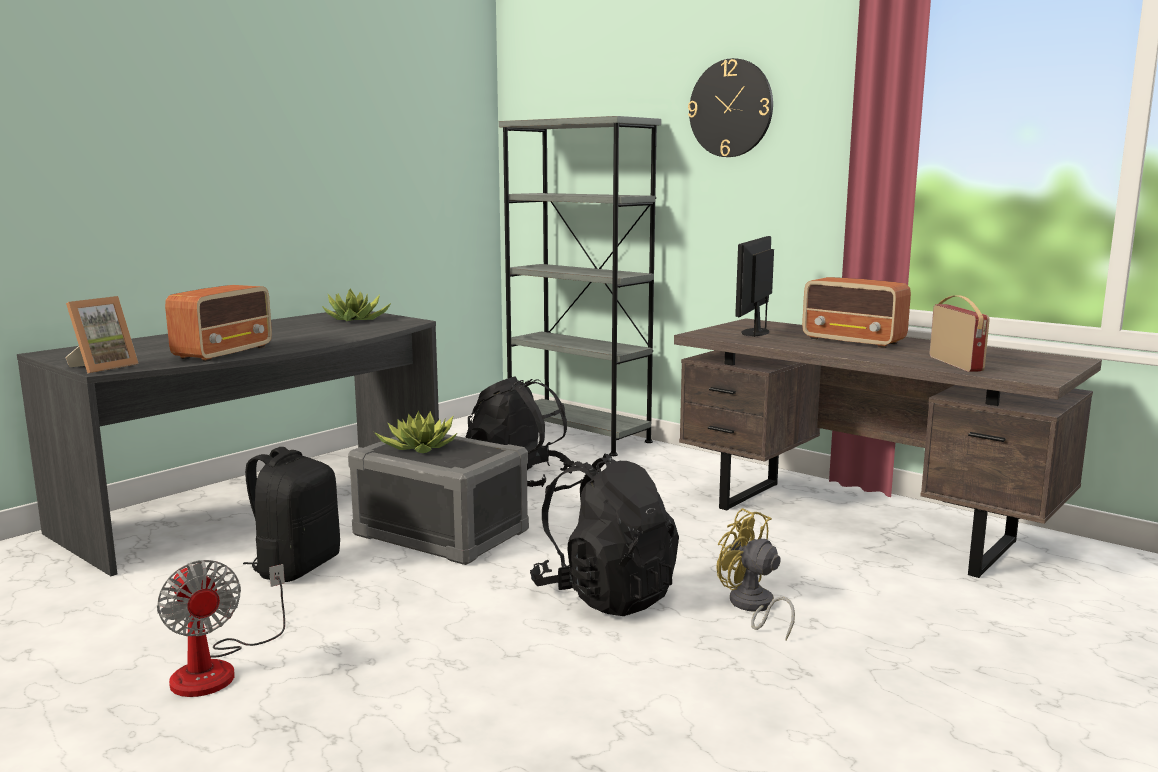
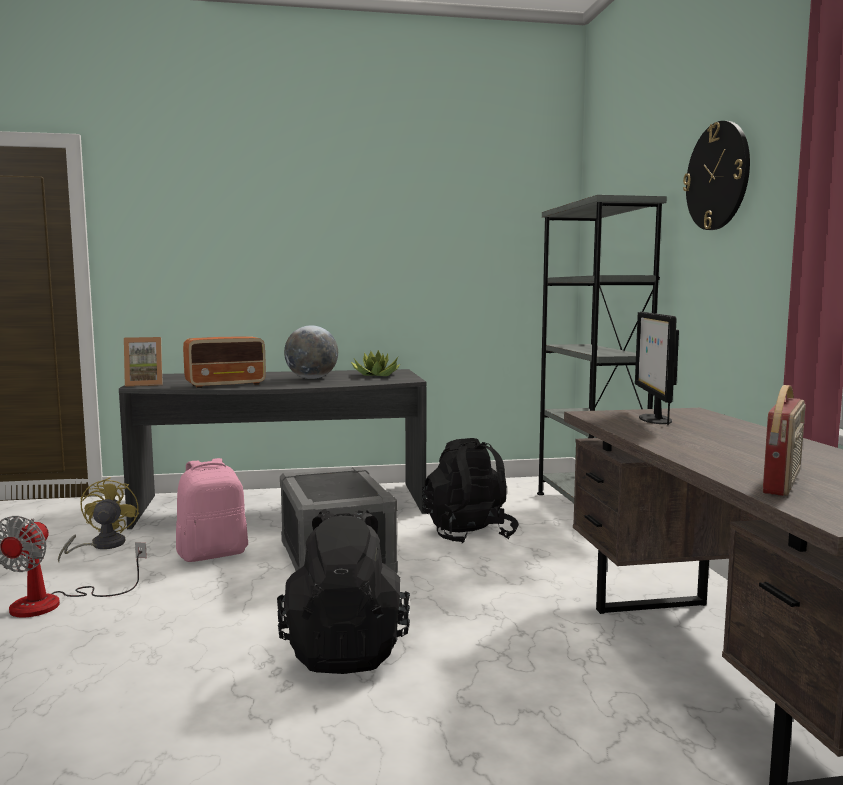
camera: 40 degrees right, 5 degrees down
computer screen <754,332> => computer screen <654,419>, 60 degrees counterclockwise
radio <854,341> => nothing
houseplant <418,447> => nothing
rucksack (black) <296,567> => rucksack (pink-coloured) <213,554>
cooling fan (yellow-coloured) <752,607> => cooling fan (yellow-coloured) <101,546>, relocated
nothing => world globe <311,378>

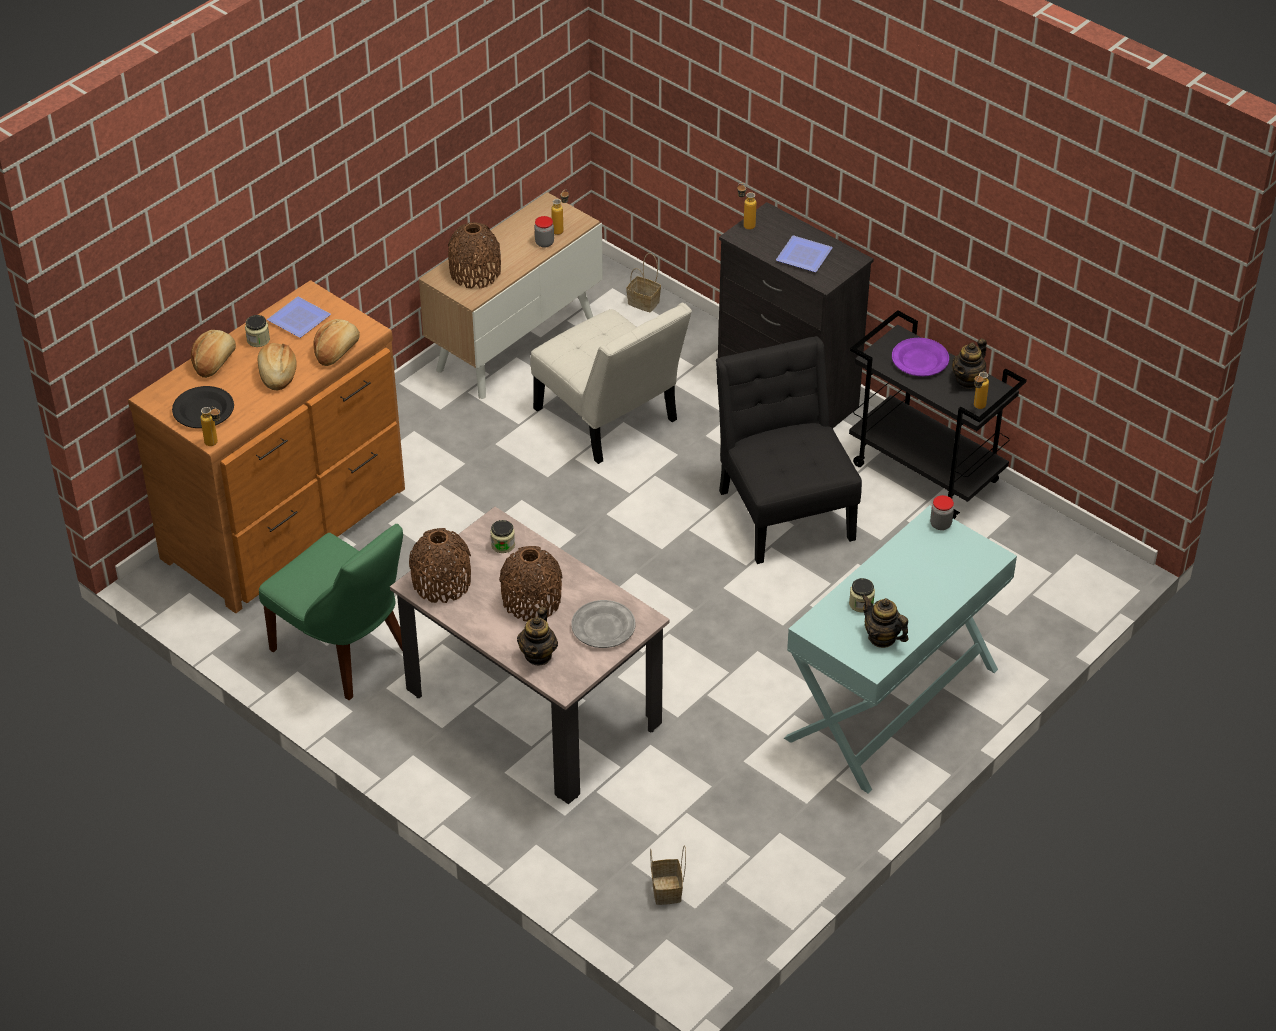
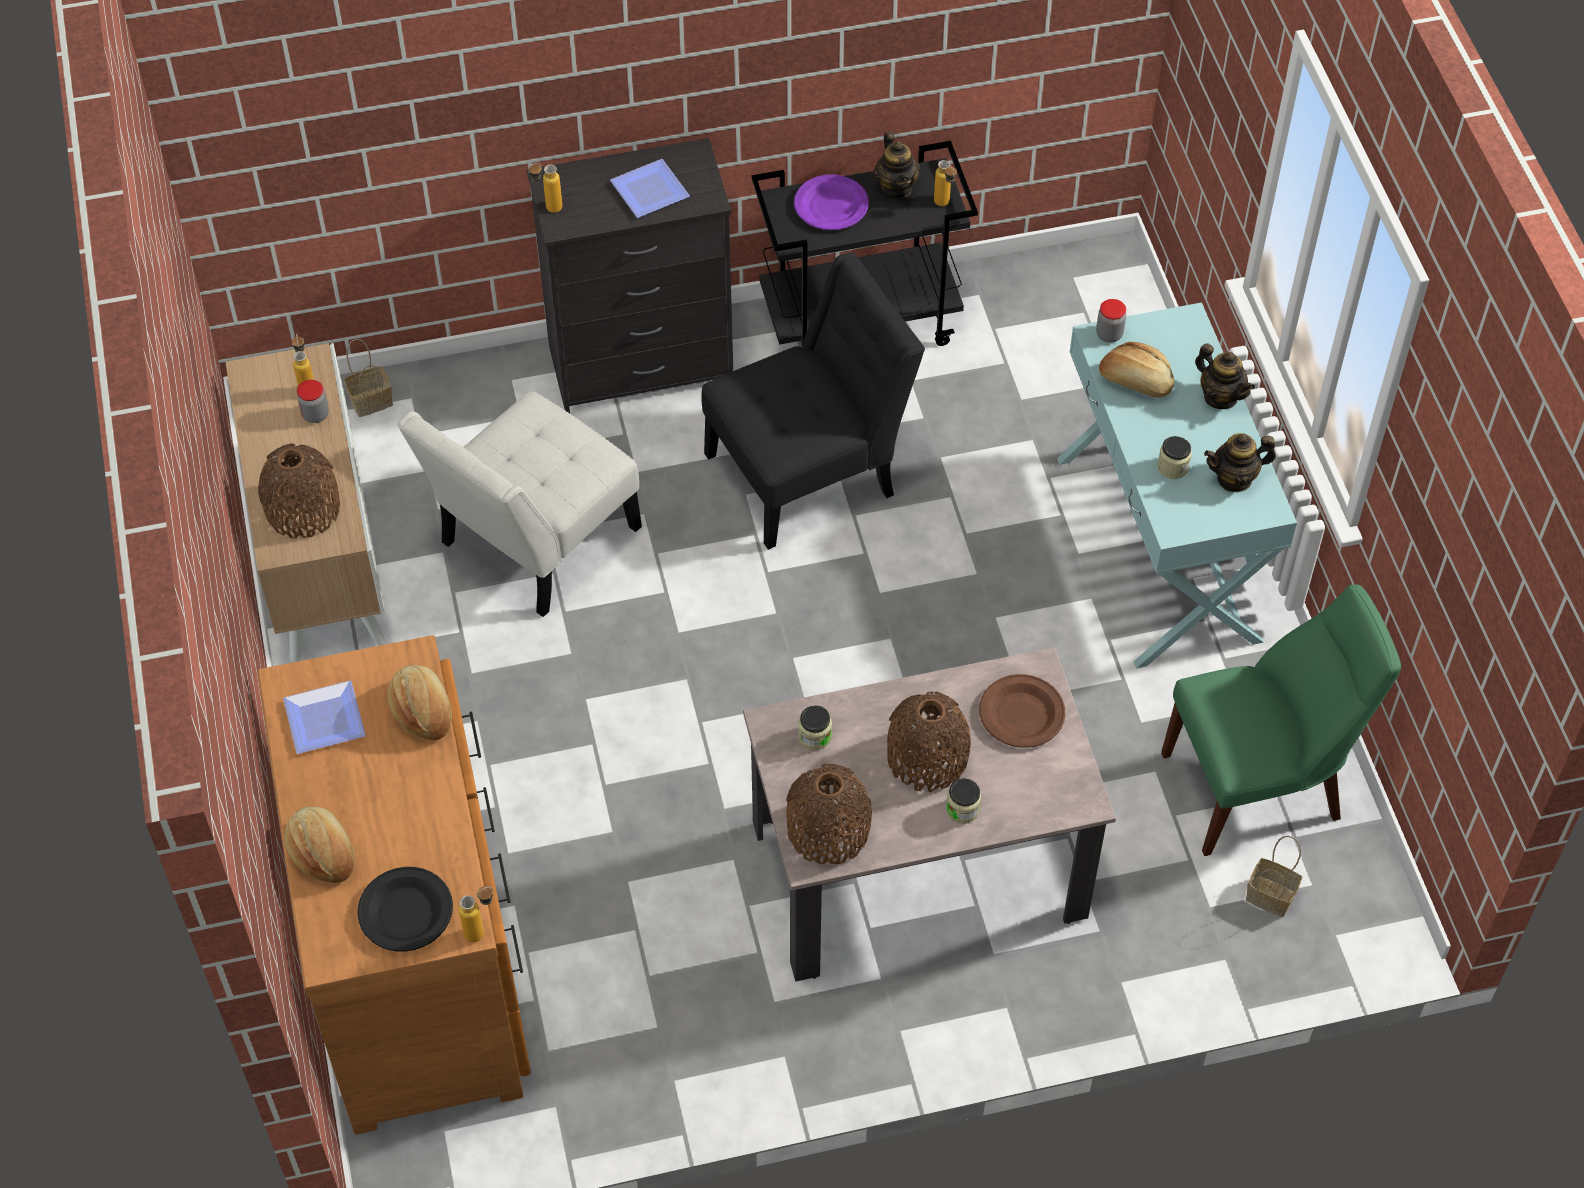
camera: 55 degrees left, 10 degrees up
chair (white) <610,420> => chair (white) <532,542>, 135 degrees clockwise
preserve jar <258,340> => preserve jar <962,809>, relocated
chair (black) <784,509> => chair (black) <809,471>, 135 degrees clockwise
bakery bread <277,374> => bakery bread <1135,381>, relocated
chair (green) <345,653> => chair (green) <1259,785>, relocated
dinner plate (greyish) <603,627> => dinner plate (brownish) <1022,714>
tea pot <538,655> => tea pot <1220,397>, relocated

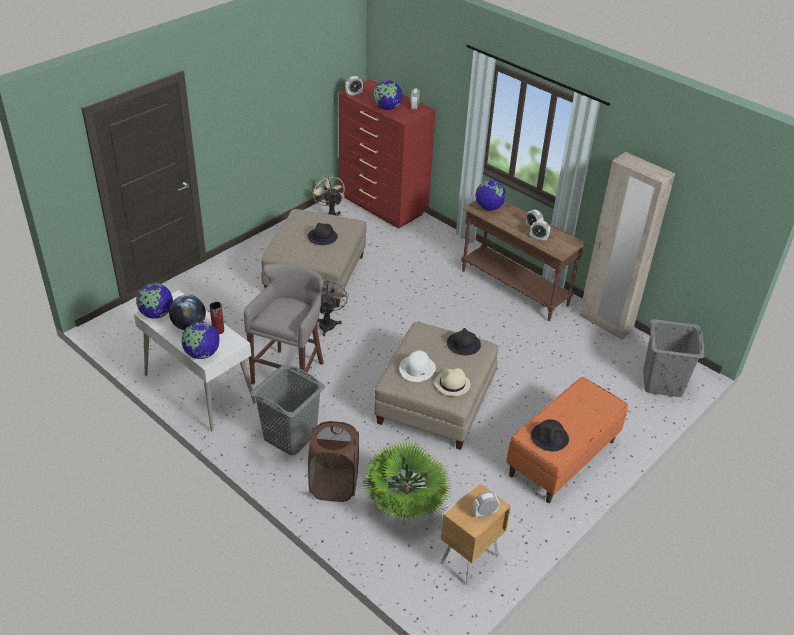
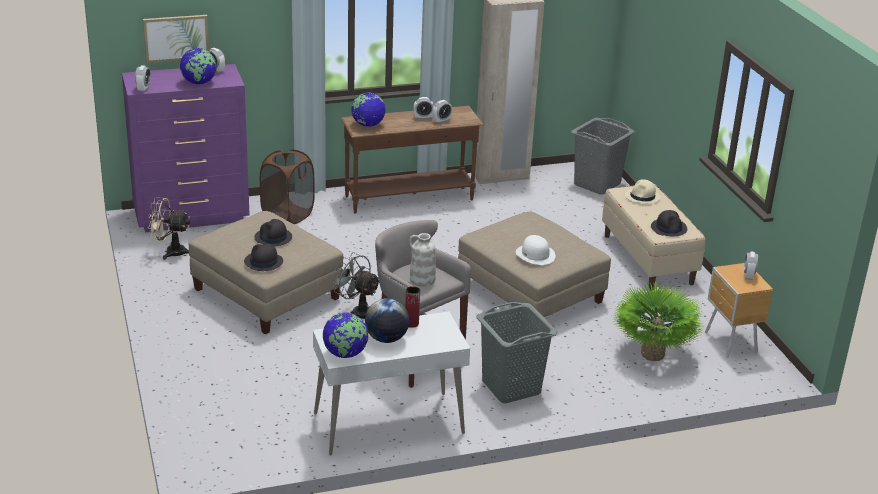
camera: 60 degrees left, 10 degrees down
chest of drawers (red-coloured) <383,206> => chest of drawers (purplish) <192,216>
world globe <202,354> => nothing
clothing hat (black) <463,344> => clothing hat (black) <263,262>, relocated
clothing hat (beige-coloured) <452,384> => clothing hat (beige-coloured) <642,197>, relocated
indoor bench (orange) <562,458> => indoor bench (beige-coloured) <648,259>
hamper (brownish) <334,485> => hamper (brownish) <287,215>, relocated
nothing => wall art <176,38>
nothing => flower vase (white) <422,280>

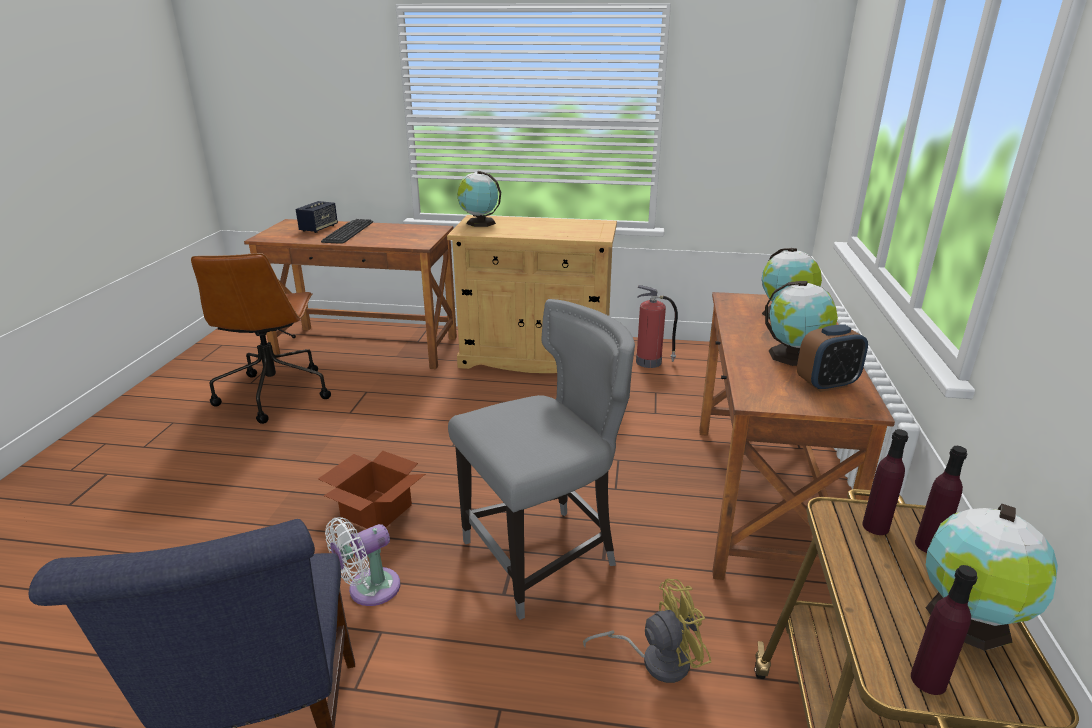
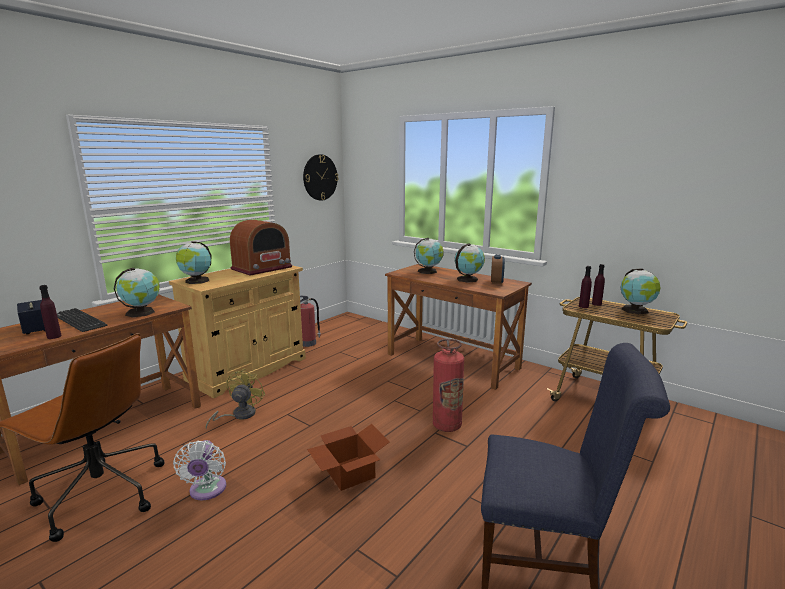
camera: 60 degrees left, 10 degrees down
chair (greyish) <543,556> => fire extinguisher <447,425>
cooling fan (white) <369,590> => cooling fan (white) <207,491>, relocated
drink bottle (purplish) <928,680> => drink bottle (purplish) <54,336>, relocated
cooling fan (yellow-coloured) <656,660> => cooling fan (yellow-coloured) <239,415>, relocated
nothing => hanging clock <320,177>
nothing => radio <262,268>
nothing => world globe <142,312>

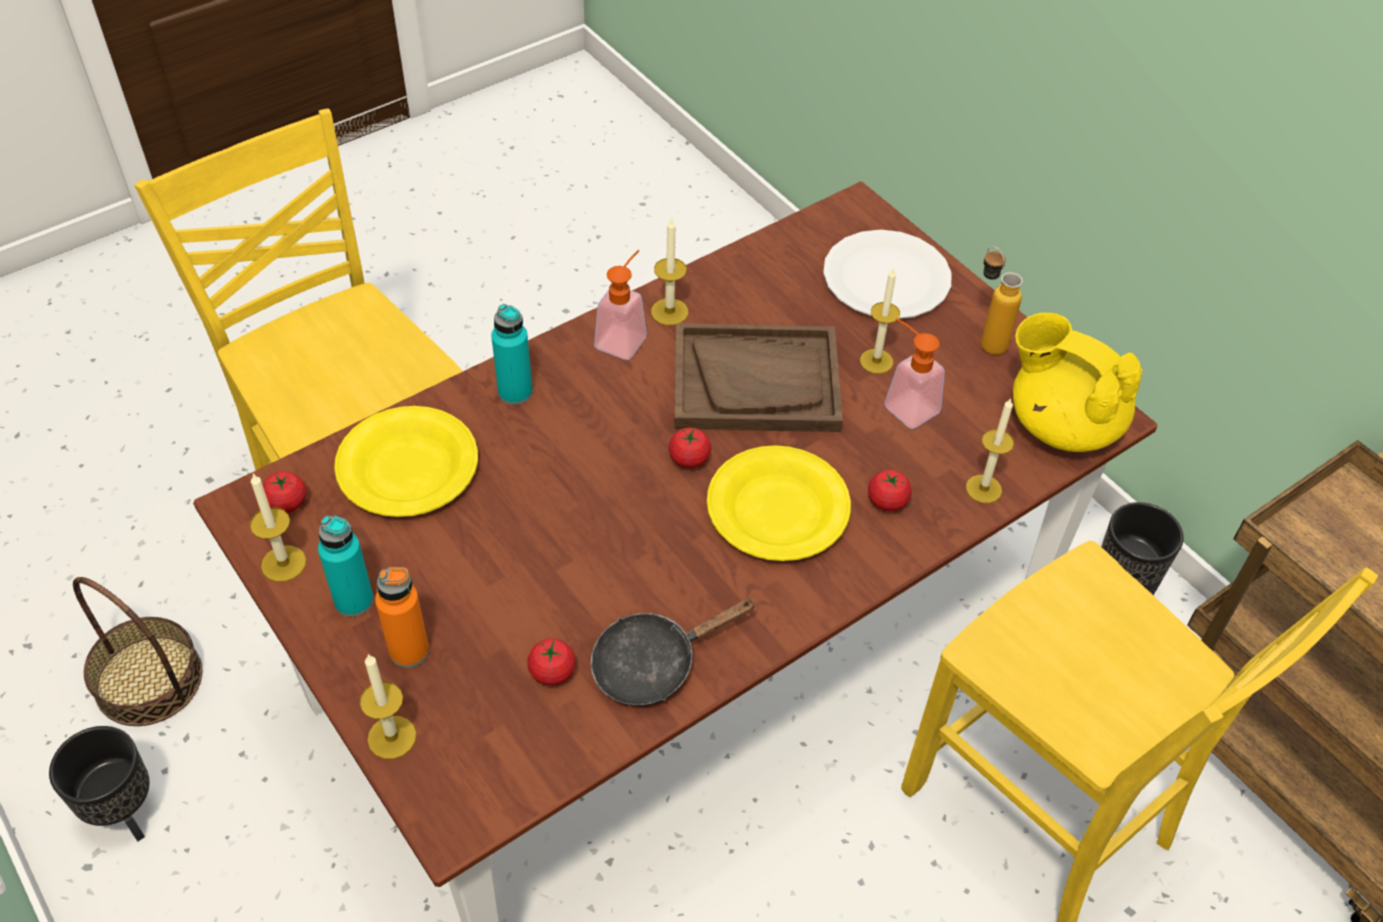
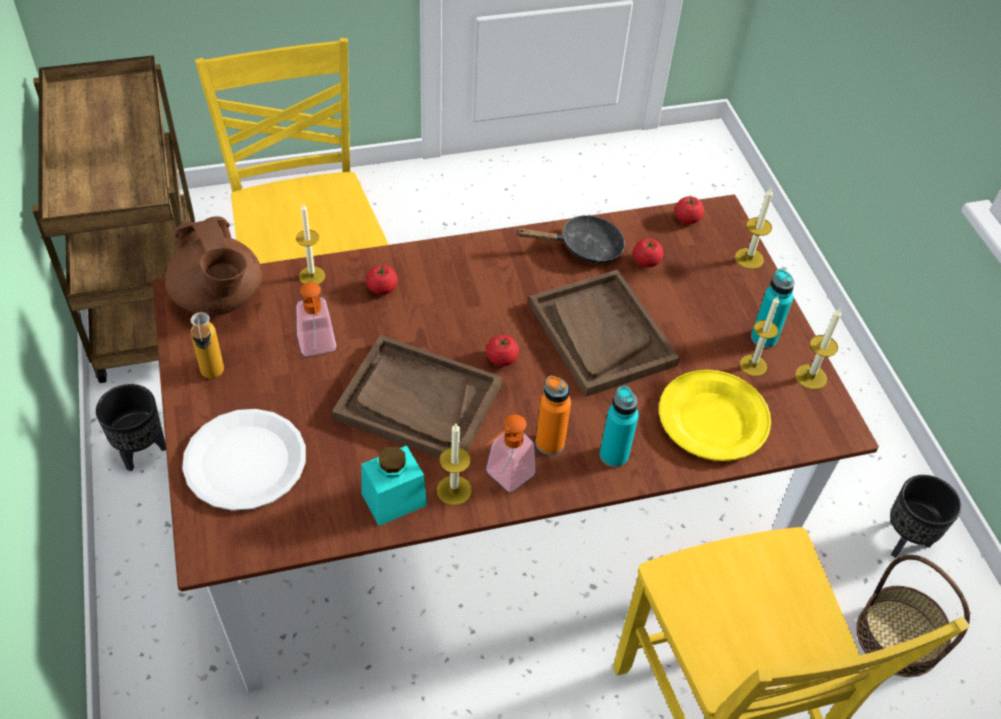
camera: 160 degrees left, 0 degrees up
wax candle <876,361> => wax candle <753,365>, relocated
tea pot (yellow-coloured) <1061,423> => tea pot (brownish) <219,299>
dinner plate (yellow-coloured) <777,509> => nothing
tomato <287,503> => tomato <687,219>, relocated
drink bottle (orange) <409,651> => drink bottle (orange) <550,443>, relocated
nothing => carrying tray (brownish) <601,334>
nothing => preserve jar (turquoise) <394,499>

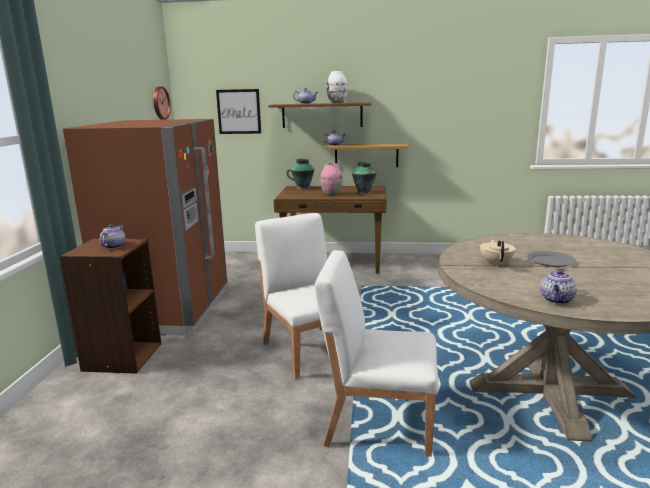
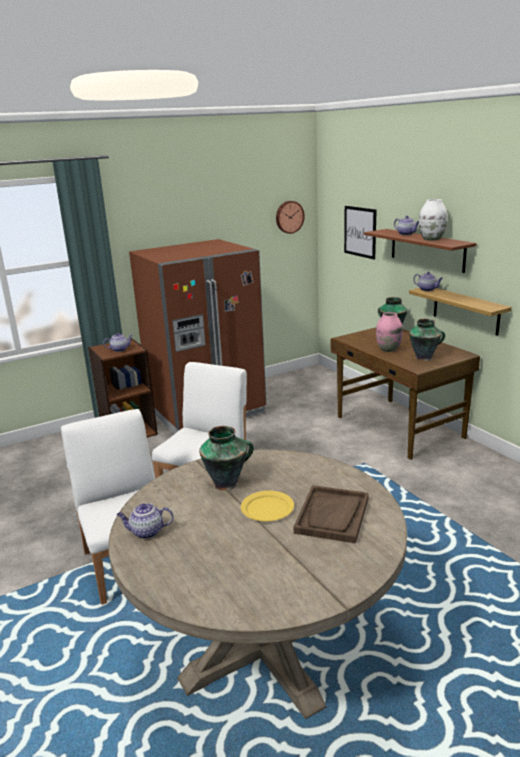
camera: 55 degrees right, 5 degrees up
tea pot (beige-coloured) <496,263> => flower vase <227,483>
dinner plate (greyish) <550,261> => dinner plate (yellow-coloured) <268,508>
nothing => carrying tray (brownish) <332,515>

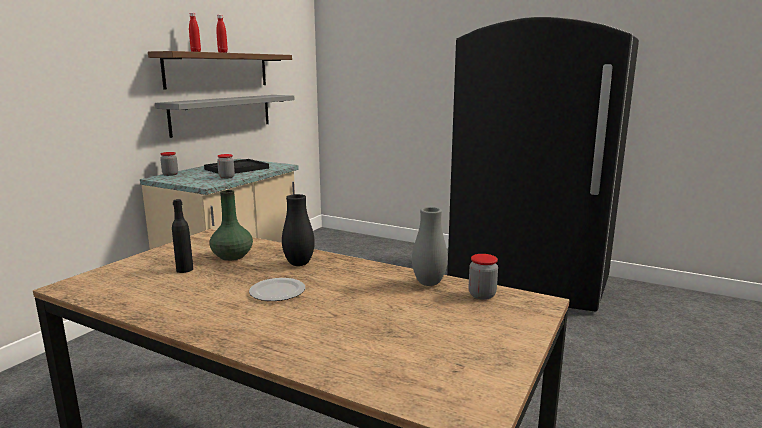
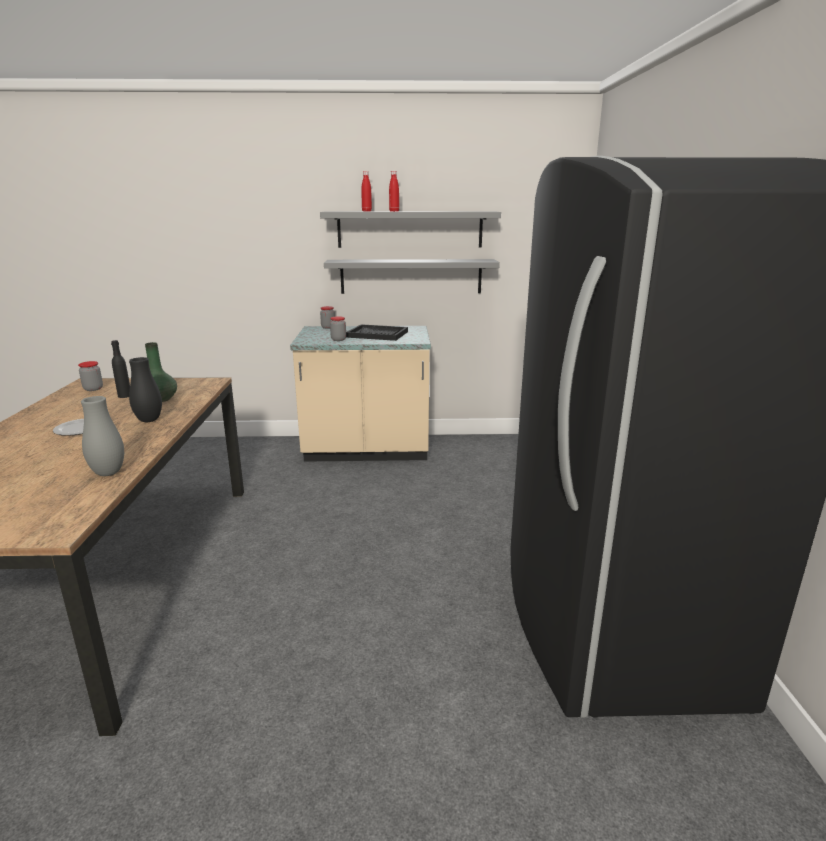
camera: 60 degrees right, 5 degrees up
bracket shelf (brownish) <218,70> => bracket shelf (greyish) <410,229>
preserve jar <482,295> => preserve jar <93,389>, relocated

